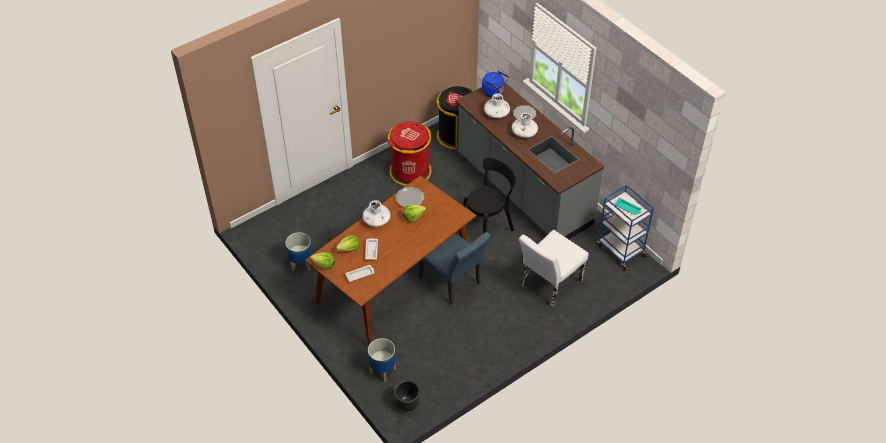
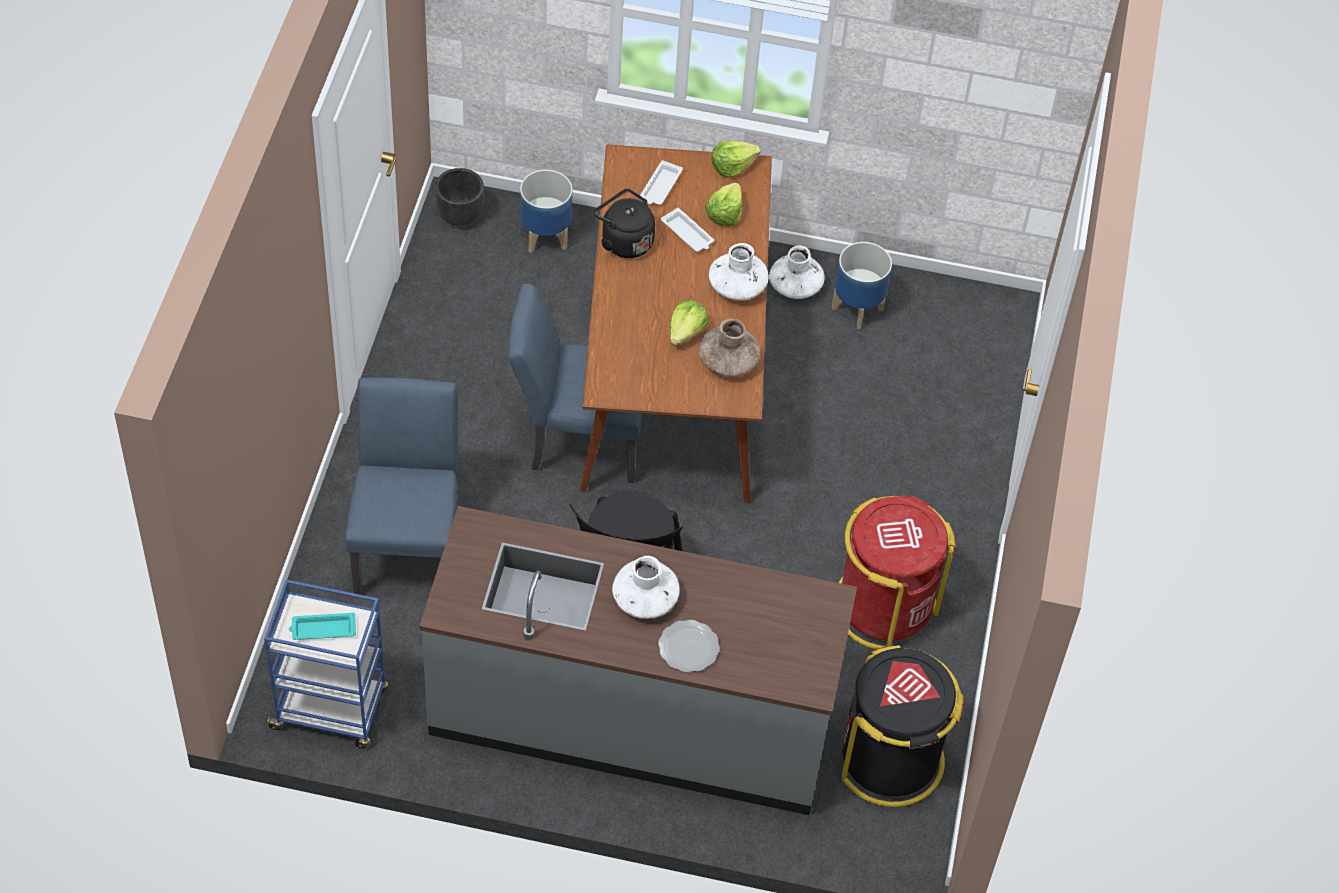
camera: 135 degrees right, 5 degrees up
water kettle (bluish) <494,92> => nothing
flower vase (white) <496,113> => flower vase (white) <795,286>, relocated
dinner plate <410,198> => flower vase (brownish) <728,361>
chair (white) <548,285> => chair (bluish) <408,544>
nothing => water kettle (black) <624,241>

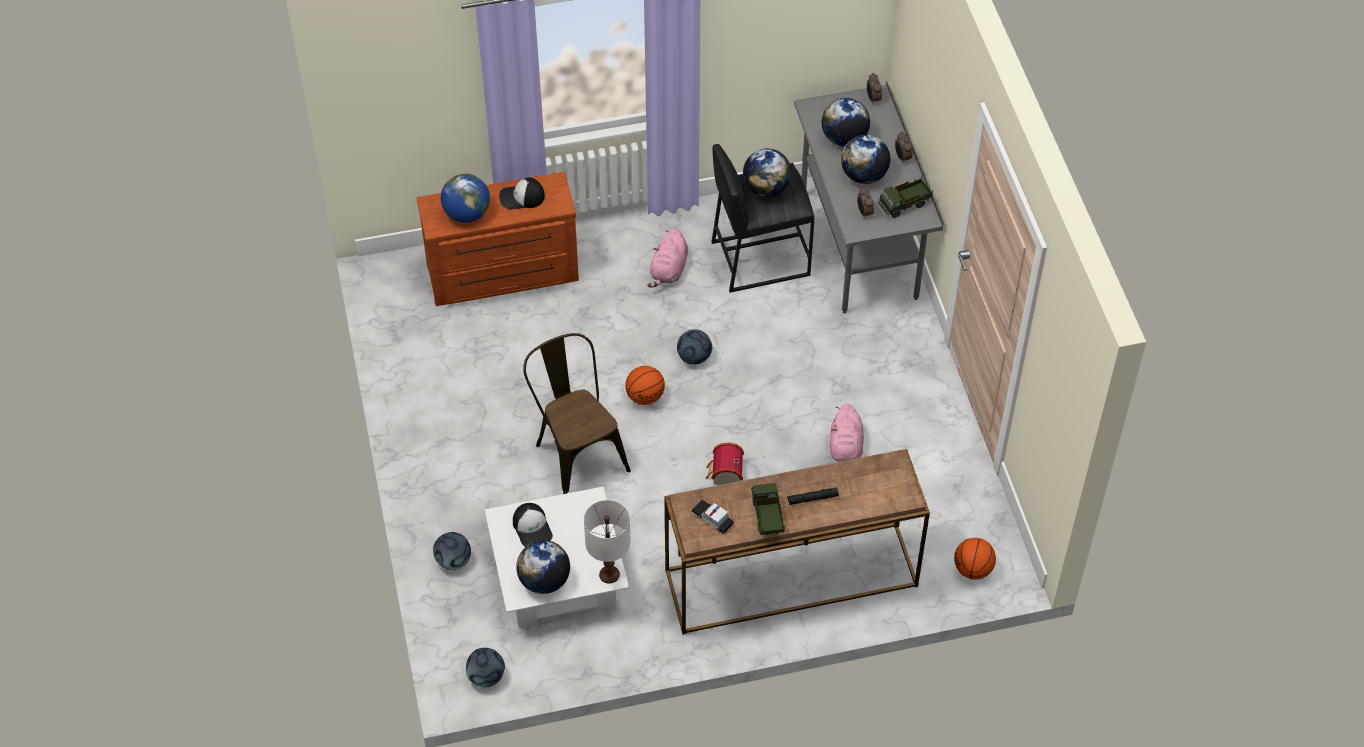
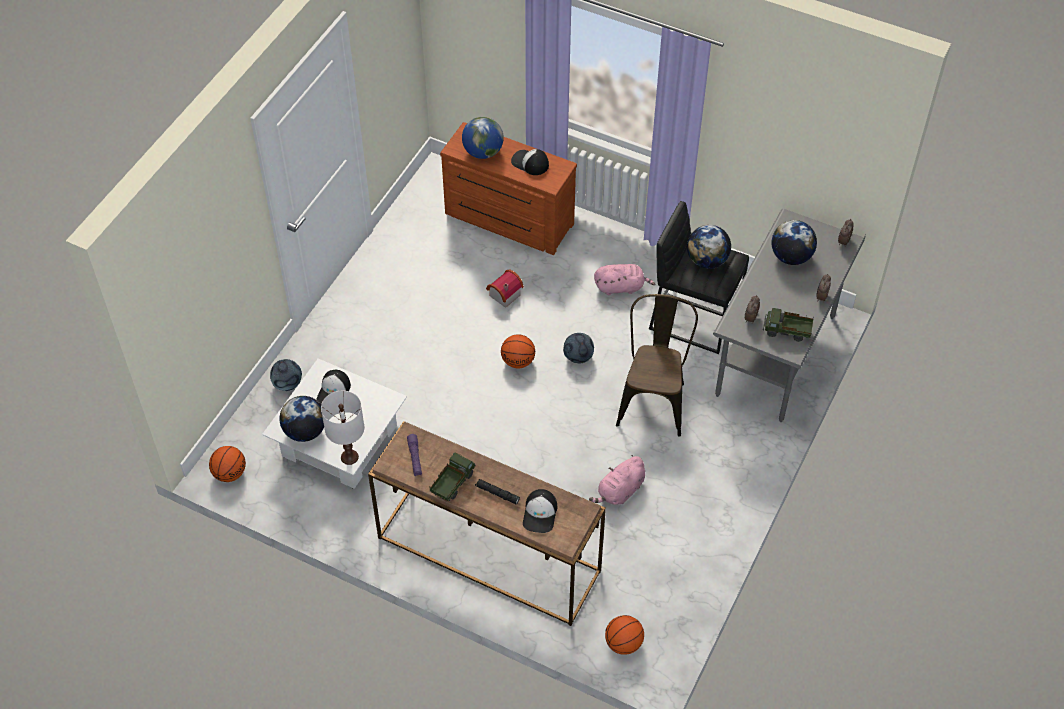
camera: 40 degrees right, 0 degrees up
world globe <864,175> => nothing
plush toy (pink-coloured) <668,270> => plush toy (pink-coloured) <621,287>, 150 degrees counterclockwise
chair (brownish) <576,453> => chair (brownish) <653,399>, relocated
model house <725,474> => model house <503,295>, relocated
miniature car <712,518> => torch (purplish) <415,458>
football <486,677> => ball for basketball <230,473>
nothing => baseball cap <540,514>

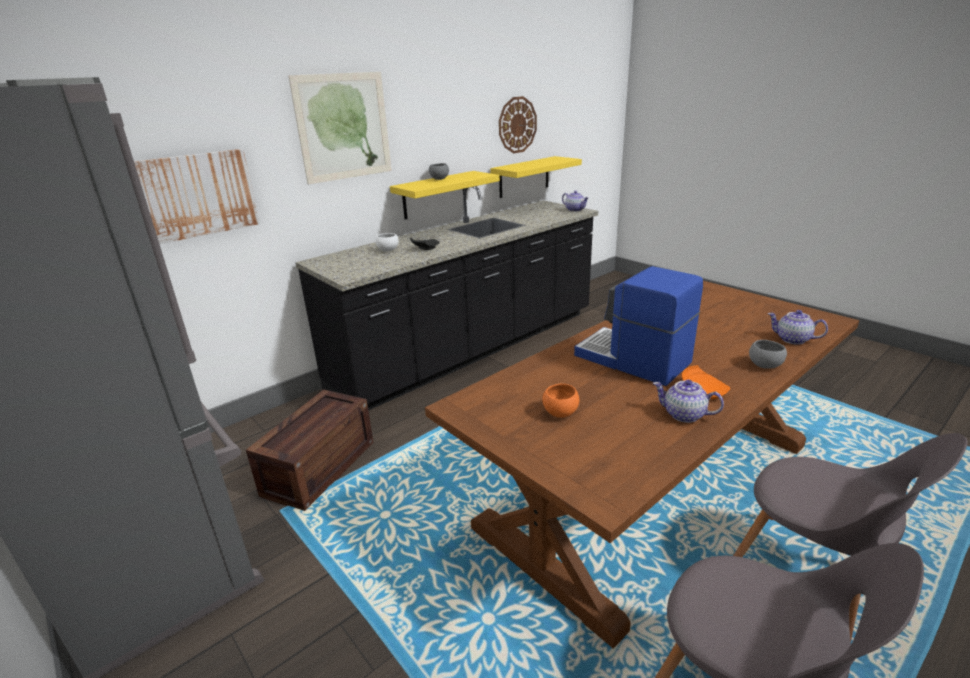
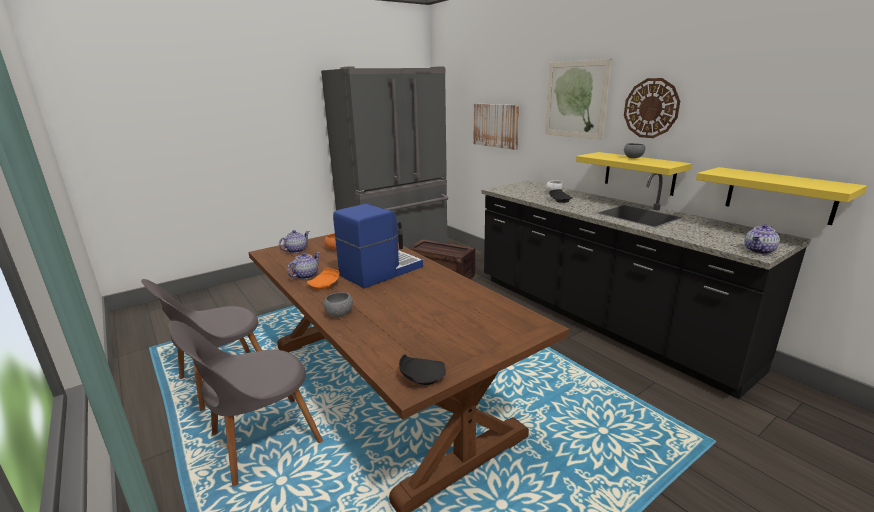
camera: 95 degrees right, 5 degrees down
hanging clock <517,125> => hanging clock <651,108>, relocated
tea pot <792,339> => tea pot <296,250>, relocated
nothing => dinner plate (black) <422,377>

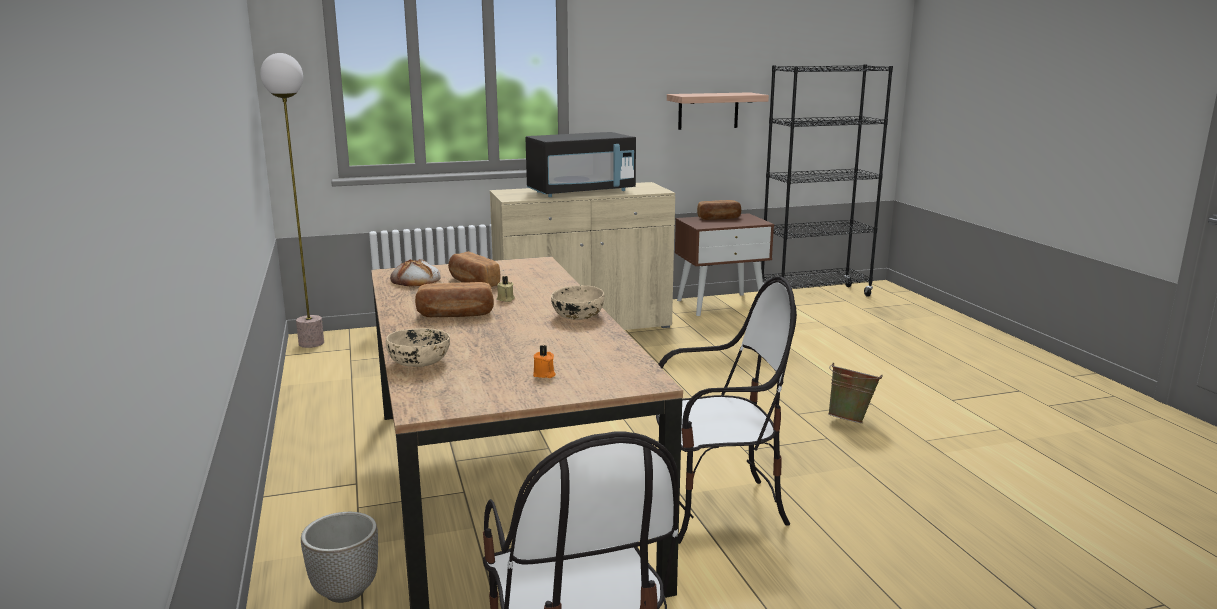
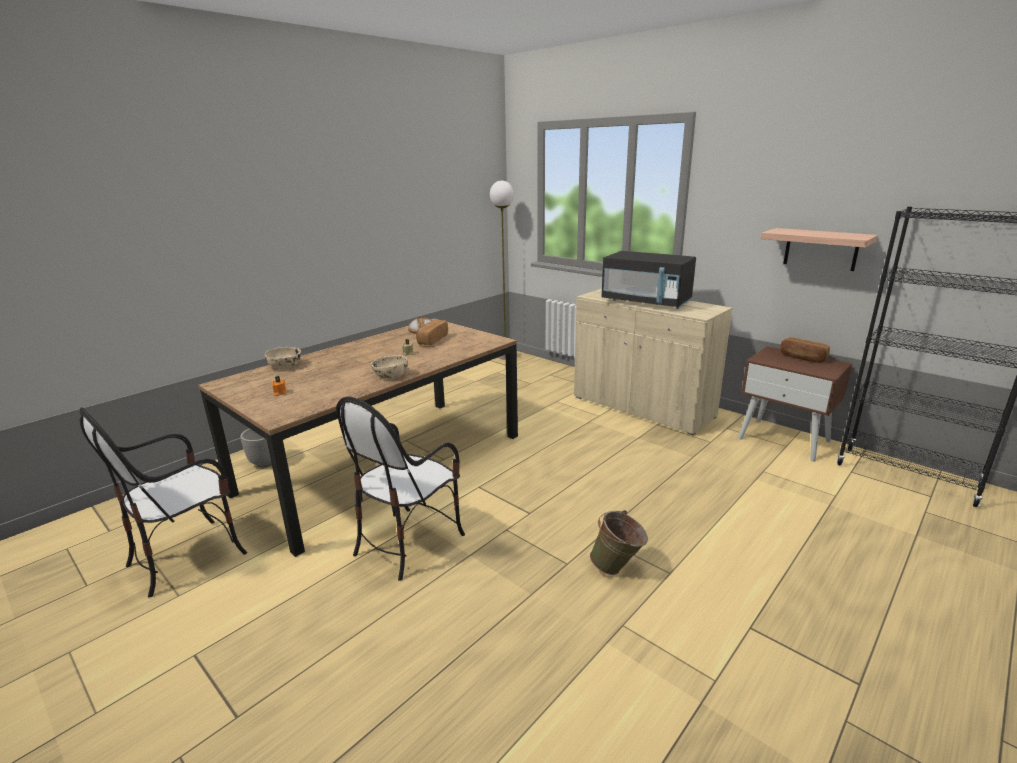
camera: 60 degrees right, 5 degrees up
chair <716,508> => chair <408,542>, 75 degrees clockwise
bakery bread <455,314> => nothing

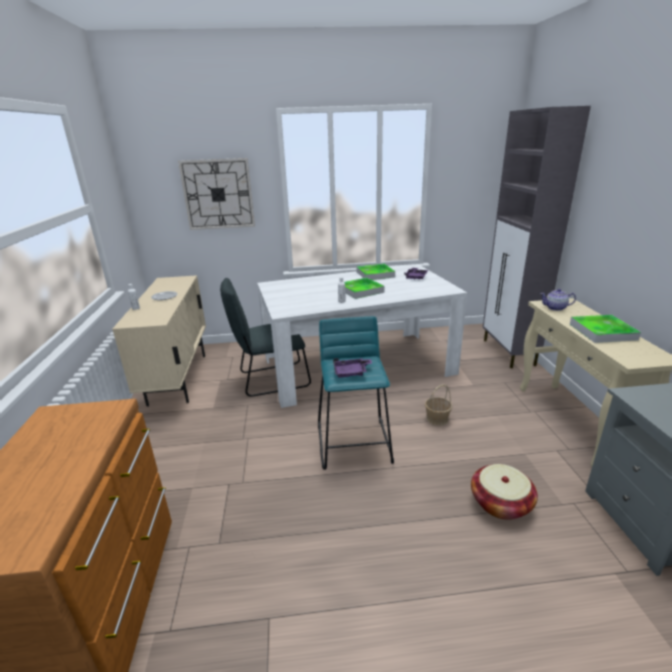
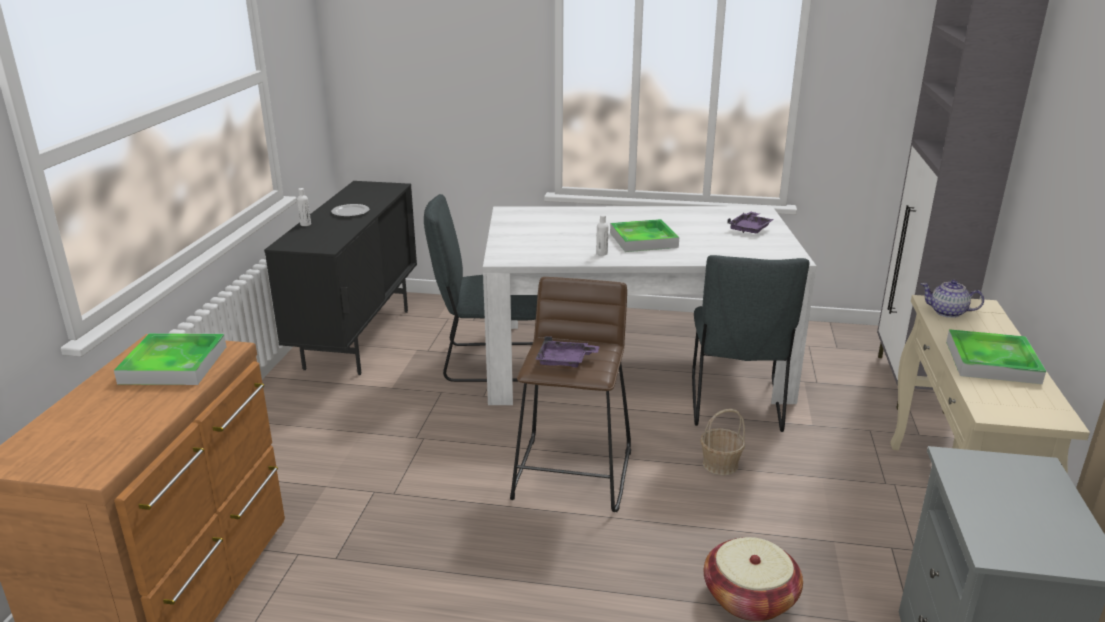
camera: 15 degrees right, 0 degrees up
hanging clock <218,194> => nothing
carrying tray <375,274> => carrying tray <174,365>, relocated
cupboard (beige-coloured) <178,379> => cupboard (black) <358,338>
sitting stool (turquoise) <354,443> => sitting stool (brownish) <573,474>
nothing => chair (greyish) <735,406>

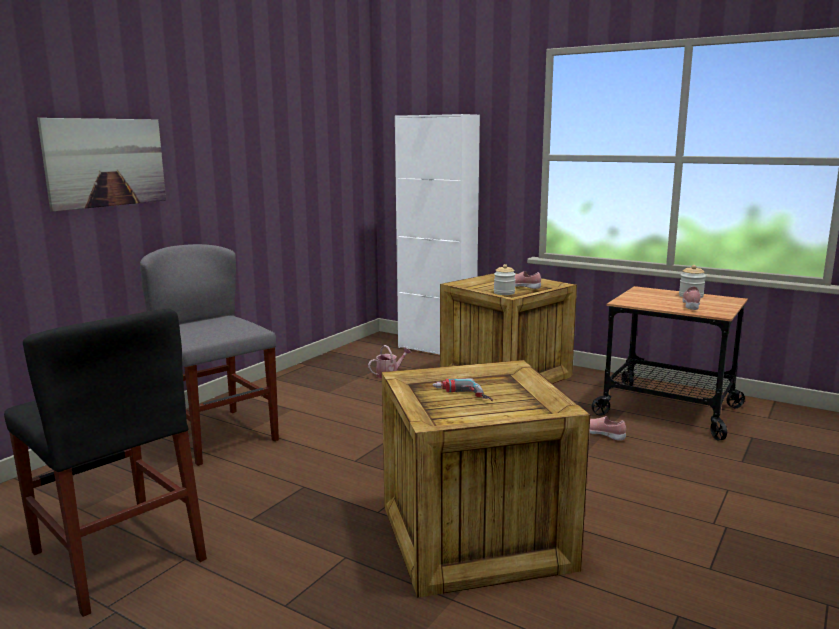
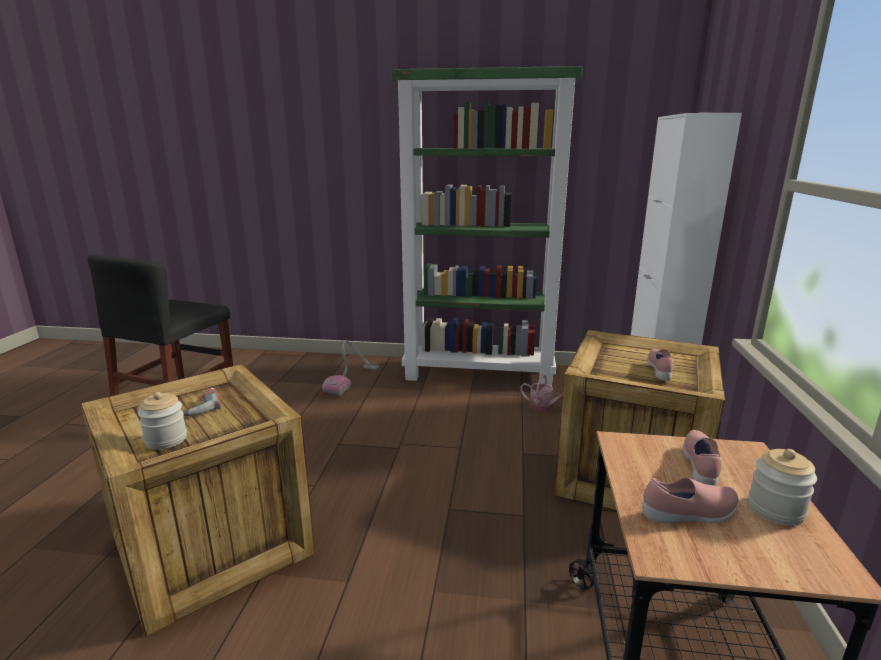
camera: 65 degrees right, 5 degrees up
wall art <106,162> => nothing
chair (greyish) <217,436> => vacuum <352,380>
preserve jar <504,293> => preserve jar <166,440>, relocated
item of footwear (pink-coloured) <602,434> => item of footwear (pink-coloured) <701,467>, relocated
nothing => shelving unit (green) <480,374>

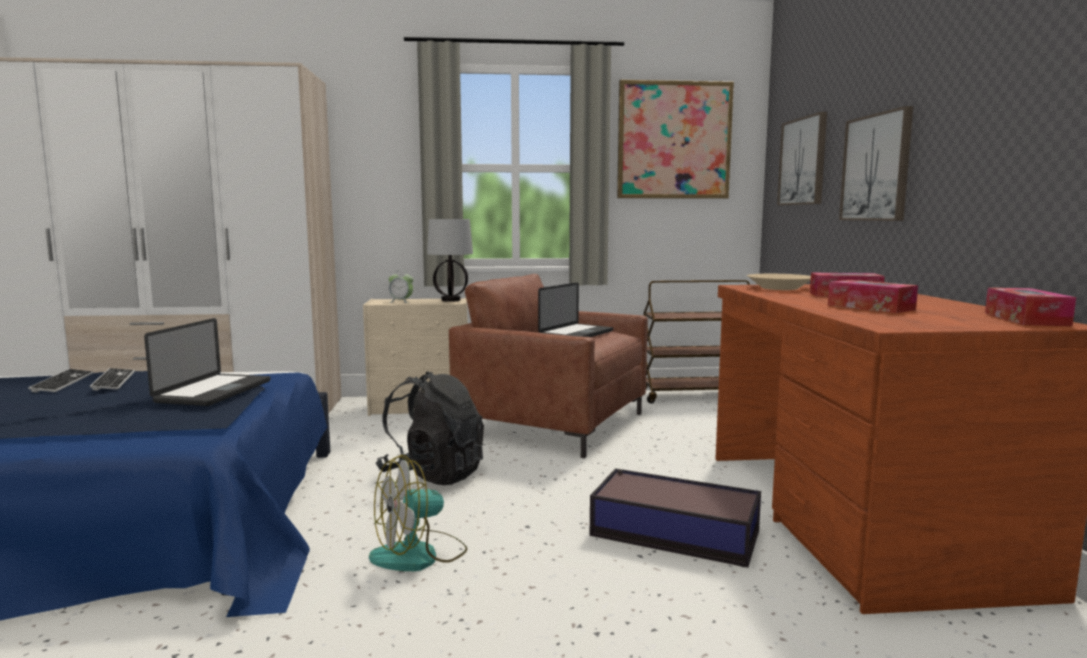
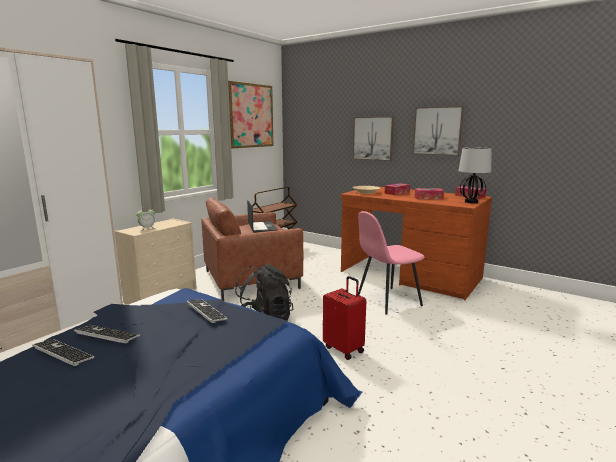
camera: 50 degrees left, 5 degrees up
wall art <803,161> => wall art <437,131>, relocated
lamp for a table <451,300> => lamp for a table <471,202>, relocated
notebook computer <214,391> => PC keyboard <206,311>
cooling fan <419,555> => piece of luggage (red-coloured) <344,349>
storage bin <672,532> => chair (pink-coloured) <387,301>

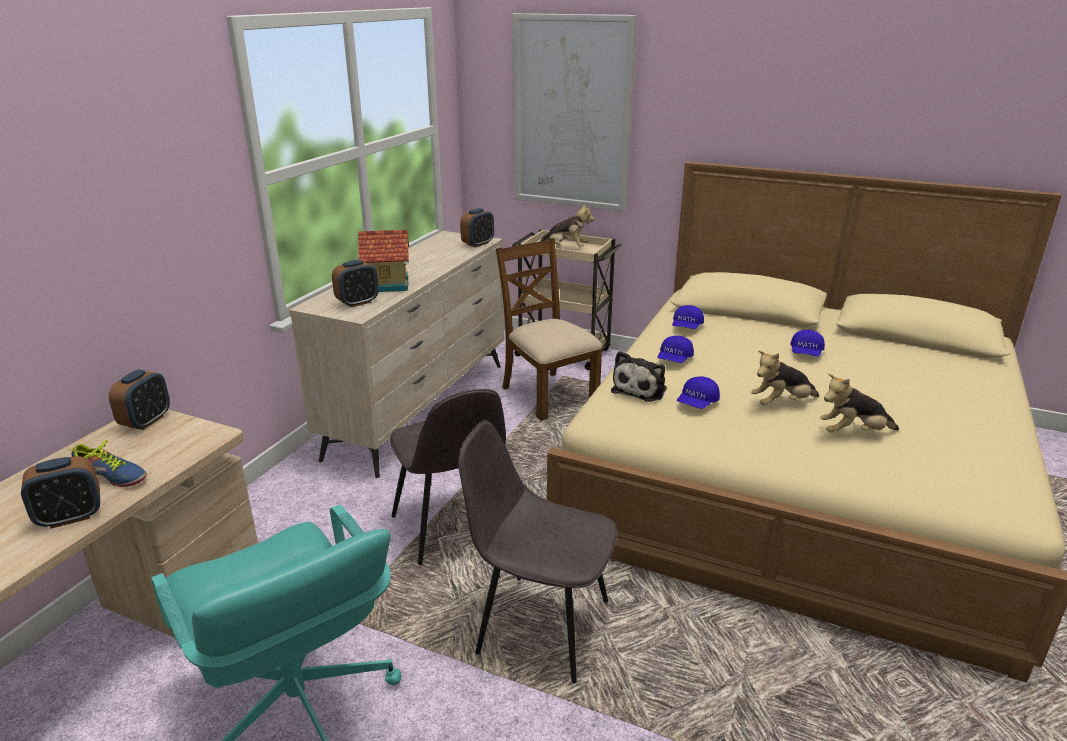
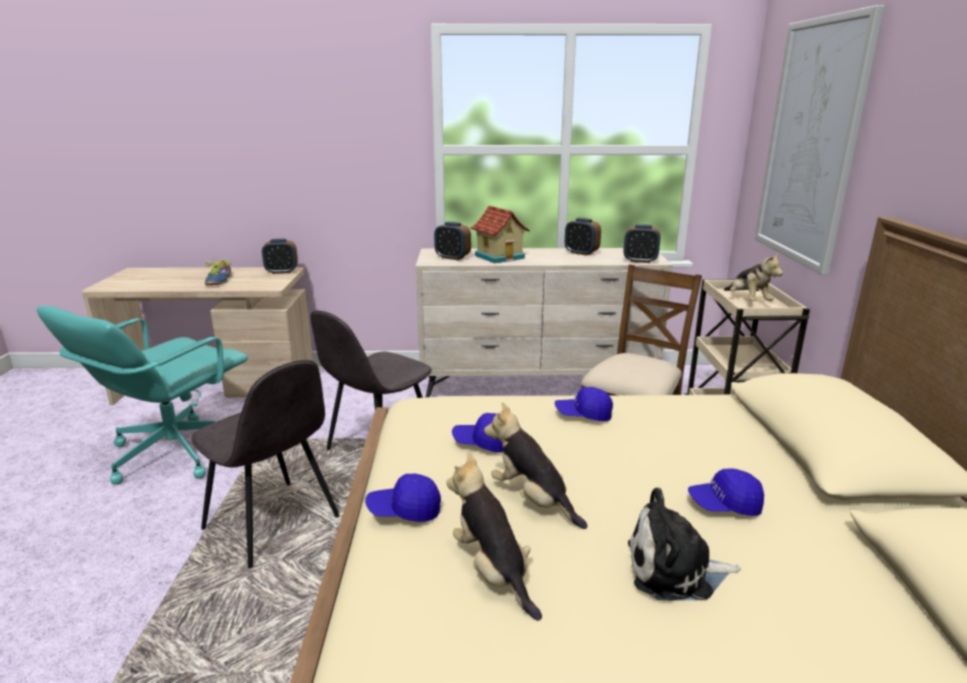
camera: 65 degrees right, 5 degrees down
baseball cap (bluish) <686,327> => baseball cap (bluish) <404,510>, relocated
plush toy <641,389> => plush toy <675,570>, relocated
chair (greyish) <540,625> => chair (greyish) <273,524>, 135 degrees clockwise
bedside clock <70,517> => bedside clock <581,253>, relocated

